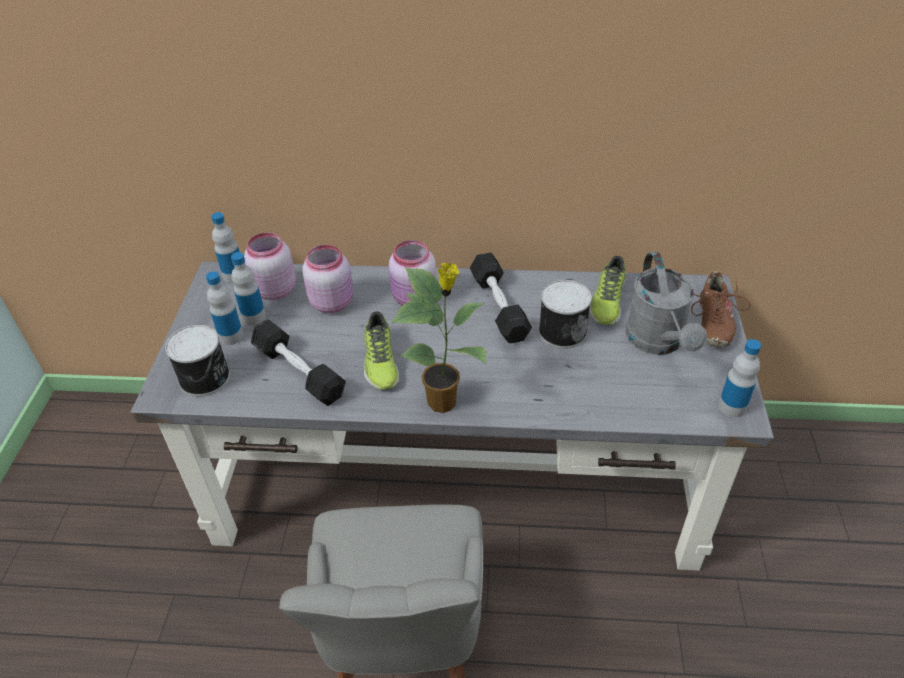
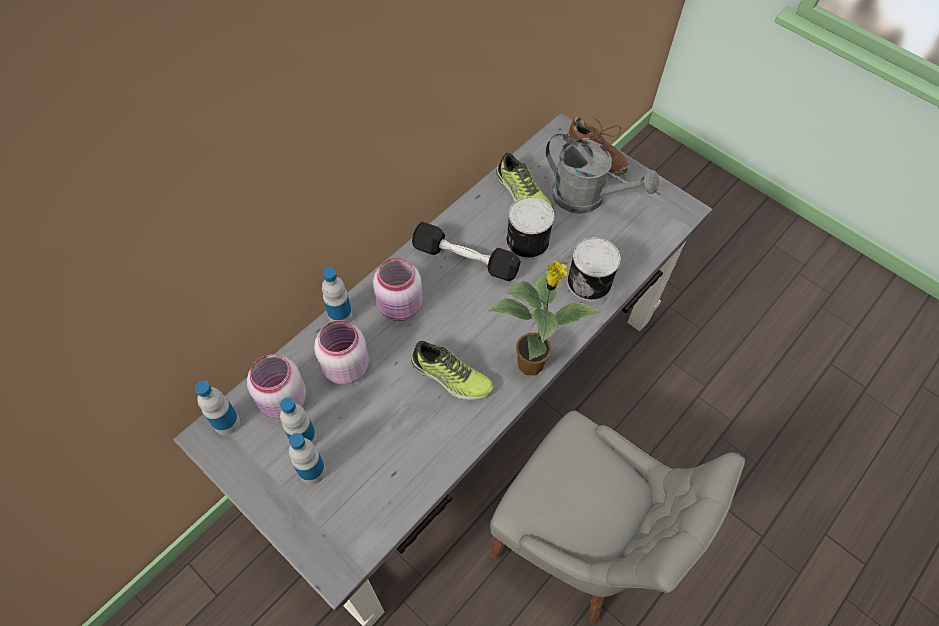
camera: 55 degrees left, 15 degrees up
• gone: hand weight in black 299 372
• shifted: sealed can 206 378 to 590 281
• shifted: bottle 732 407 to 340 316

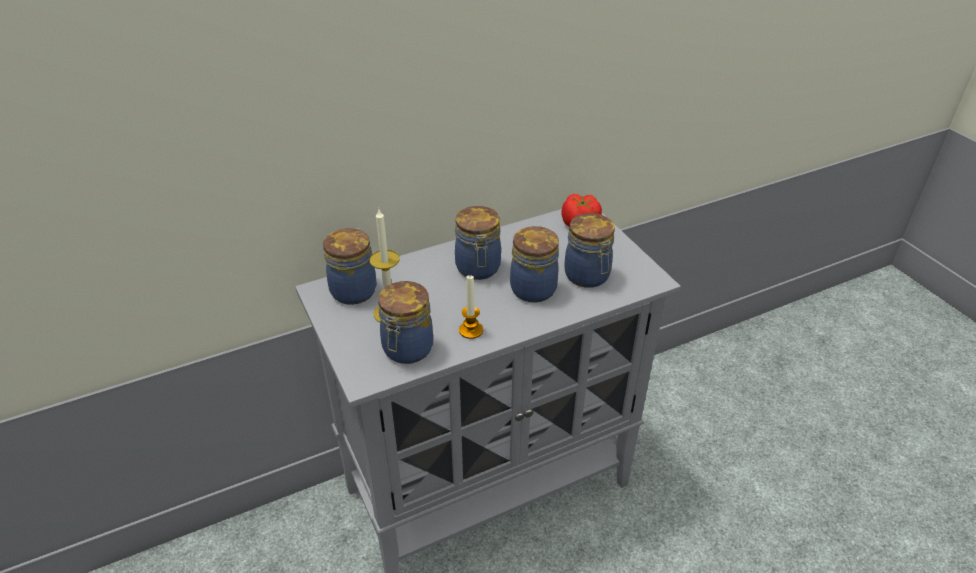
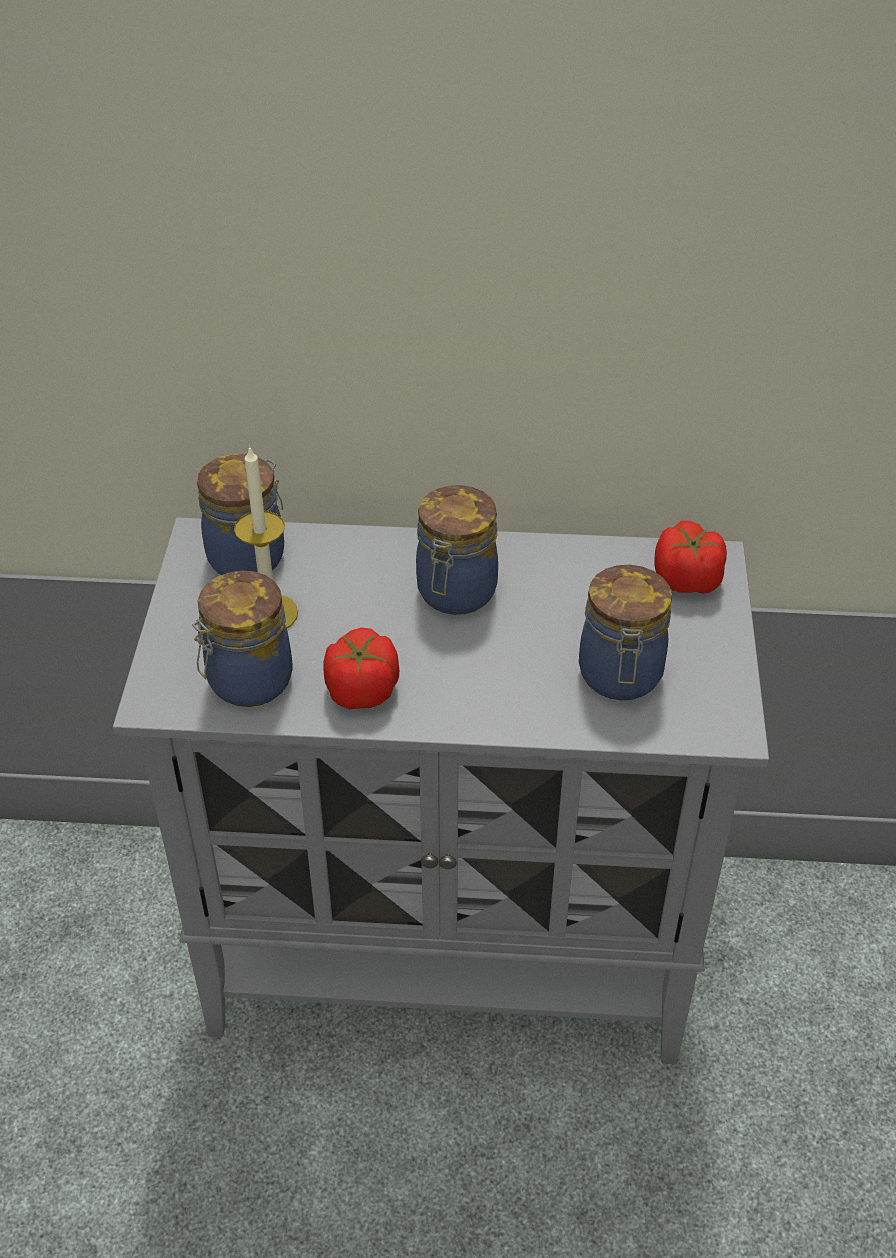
camera: 30 degrees right, 5 degrees up
• gone: storage jar 534 288
• swapped: candle 471 330 to tomato 361 691

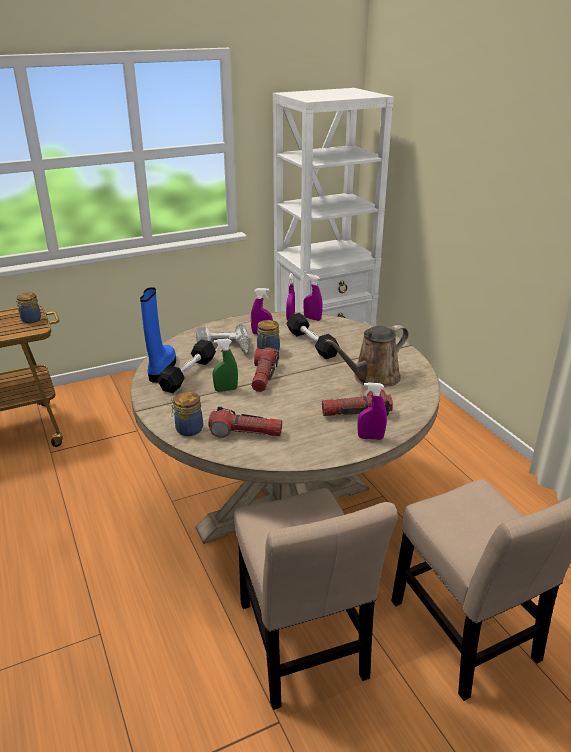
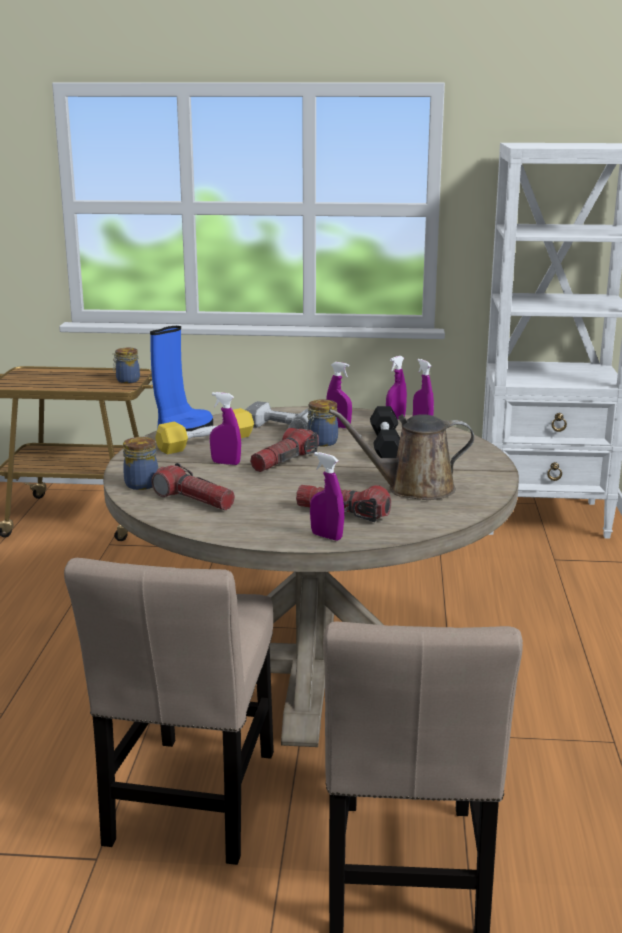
camera: 30 degrees right, 10 degrees down
• repainted: hand weight in black 188 374 to hand weight in yellowish 205 443
• repainted: sprayer in greenish 226 389 to sprayer in purple 226 463

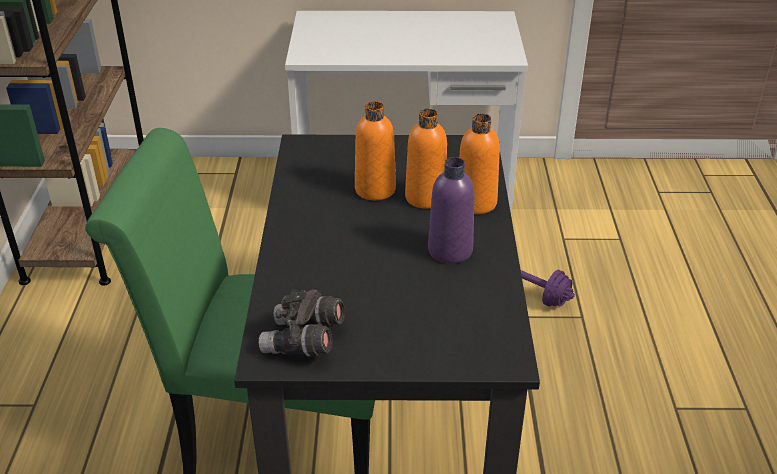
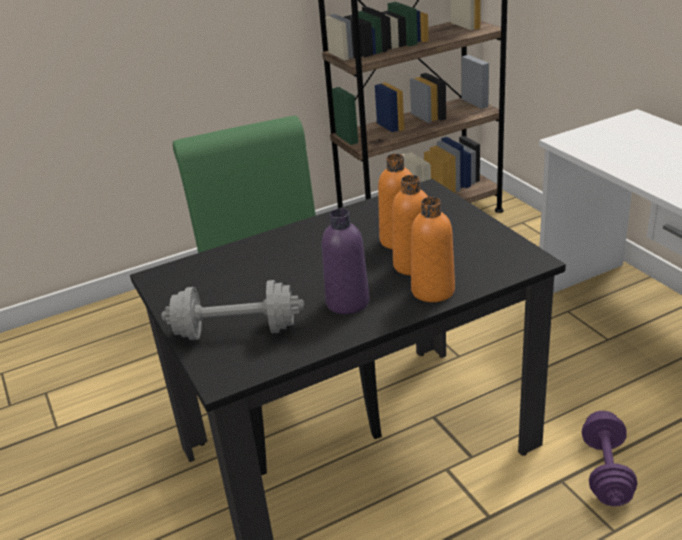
camera: 65 degrees right, 5 degrees down
• gone: field glasses in gray 304 342
• new: hand weight in gray 236 331

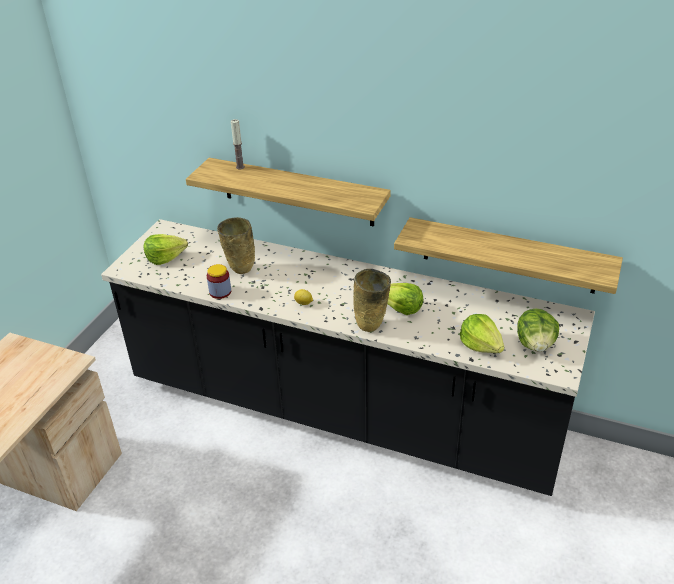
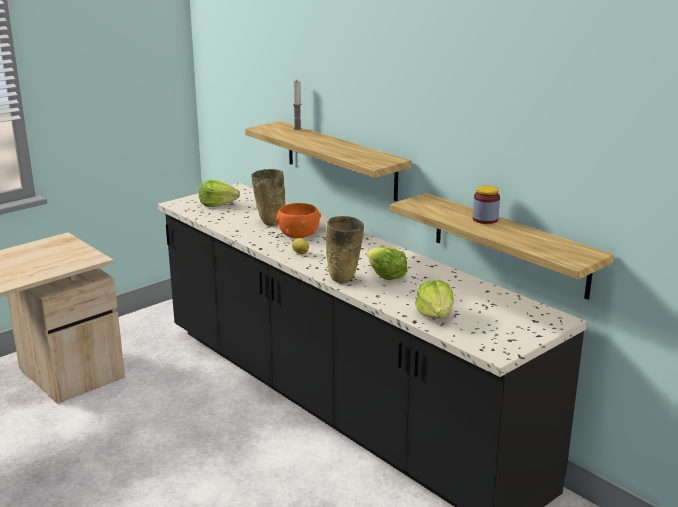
camera: 25 degrees right, 15 degrees down
• gone: head of lettuce 535 344
• new: bowl in orange-coloured 298 235
• shifted: storage jar 220 292 to 485 219

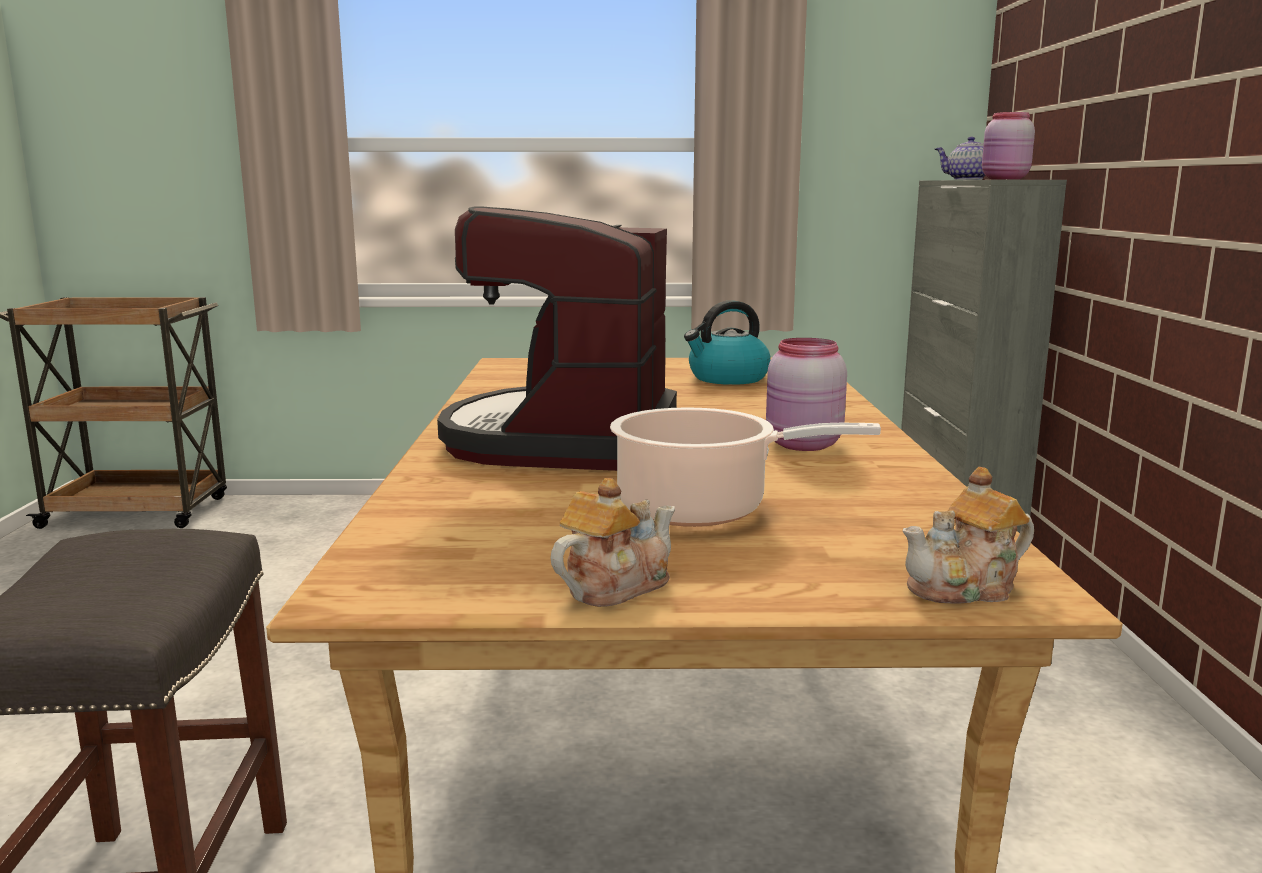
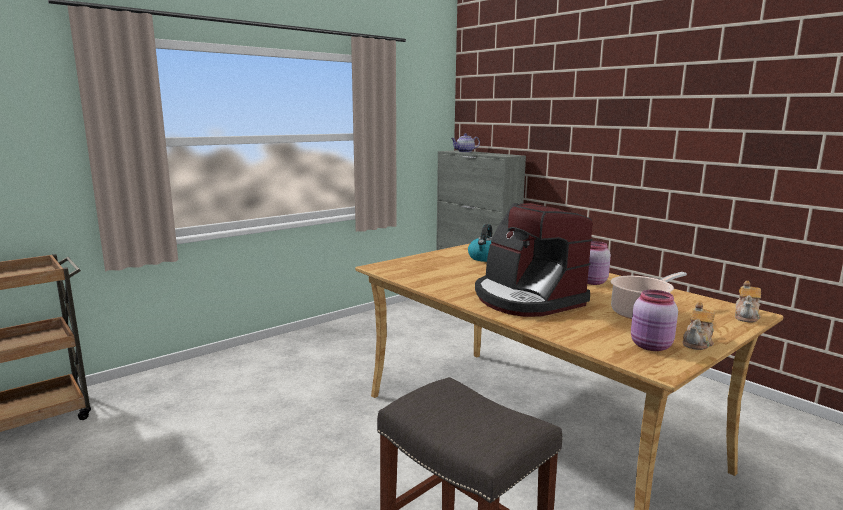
camera: 40 degrees left, 0 degrees up
• shifted: storage jar in pink-coloured 1004 179 to 651 346
• rotated: pot for tea 614 586 = 697 343 150 degrees counterclockwise

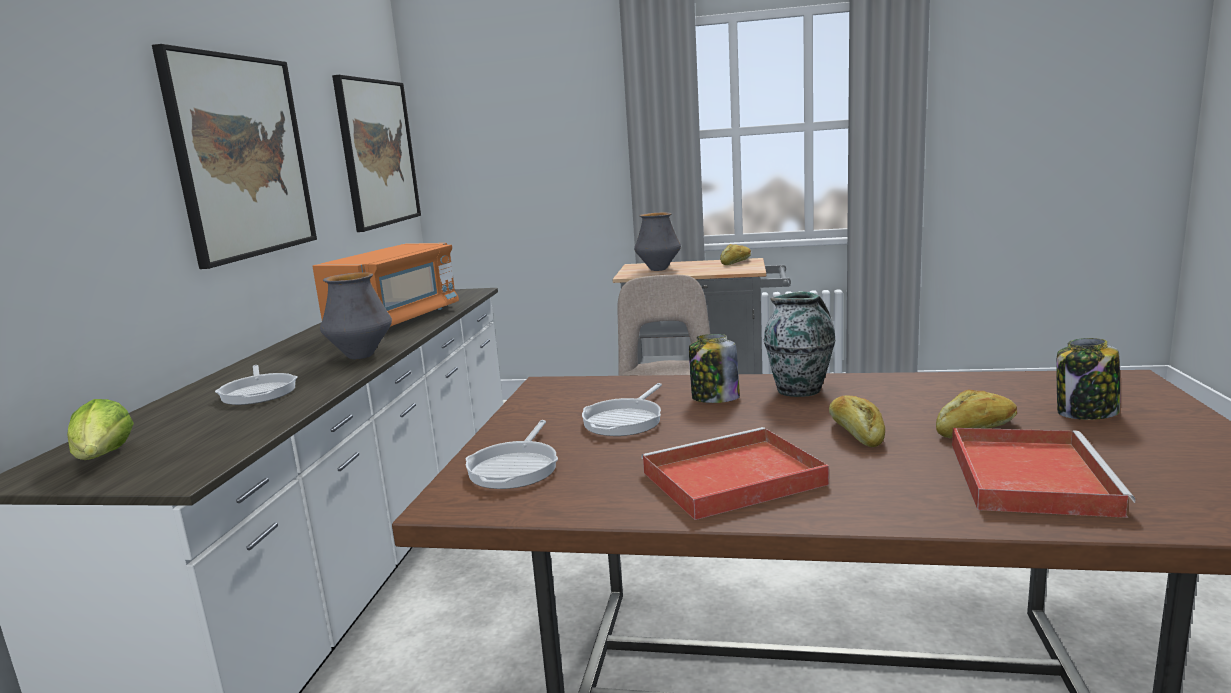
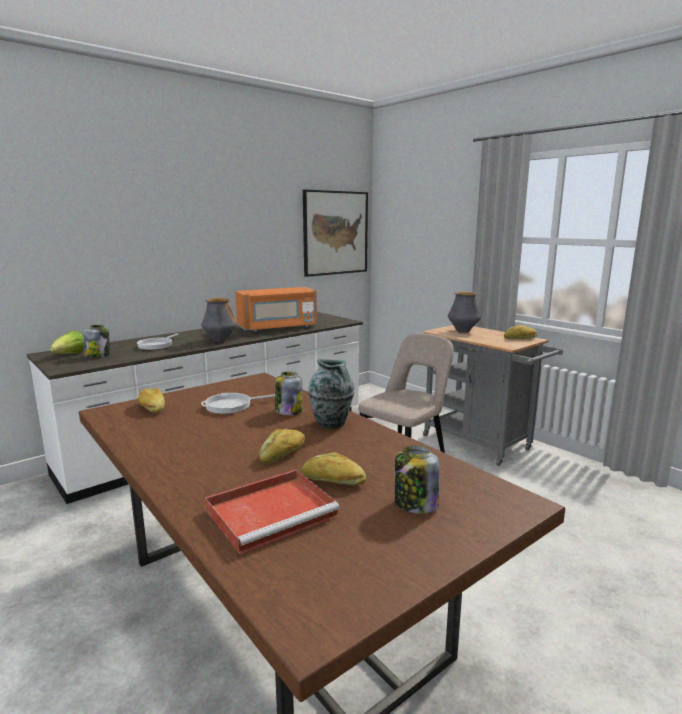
camera: 40 degrees right, 0 degrees up
• gone: picture 242 157
• gone: carrying tray in red 730 479
• new: storage jar 98 356
• swapped: skillet 515 467 to baked bread 151 408

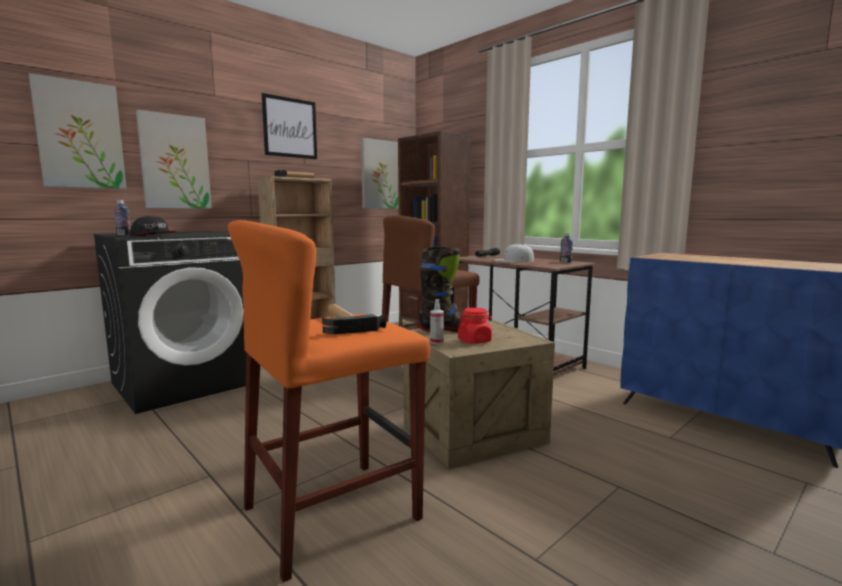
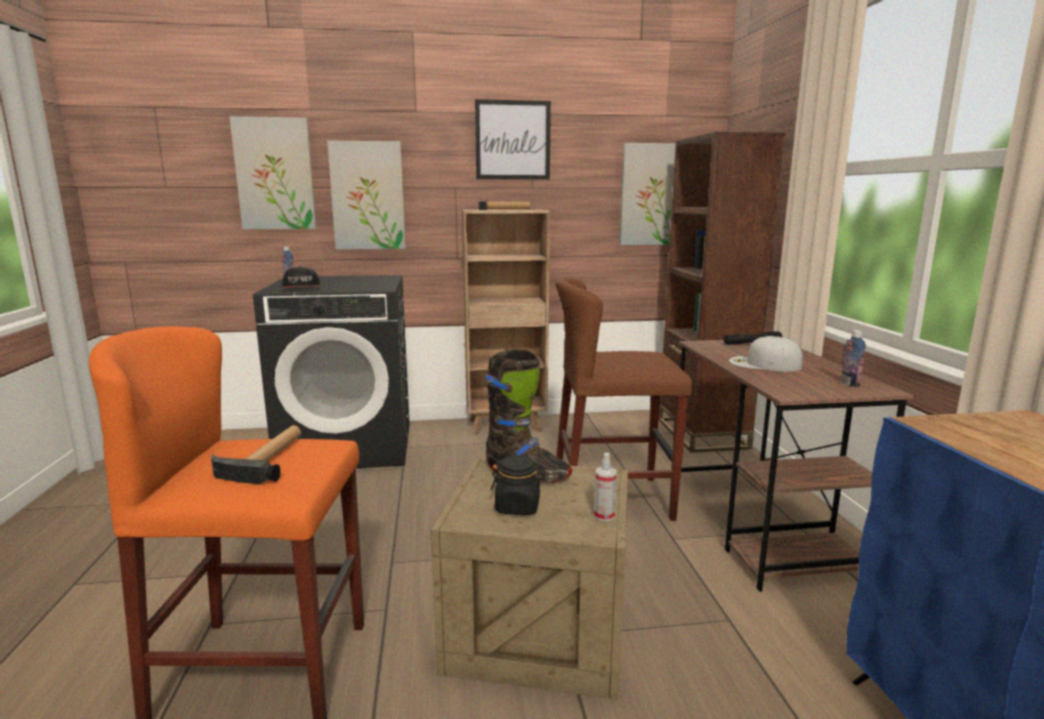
camera: 35 degrees right, 5 degrees up
• shifted: sprayer 436 342 to 604 516
• repainted: storage jar in red 474 341 to storage jar in black 518 507

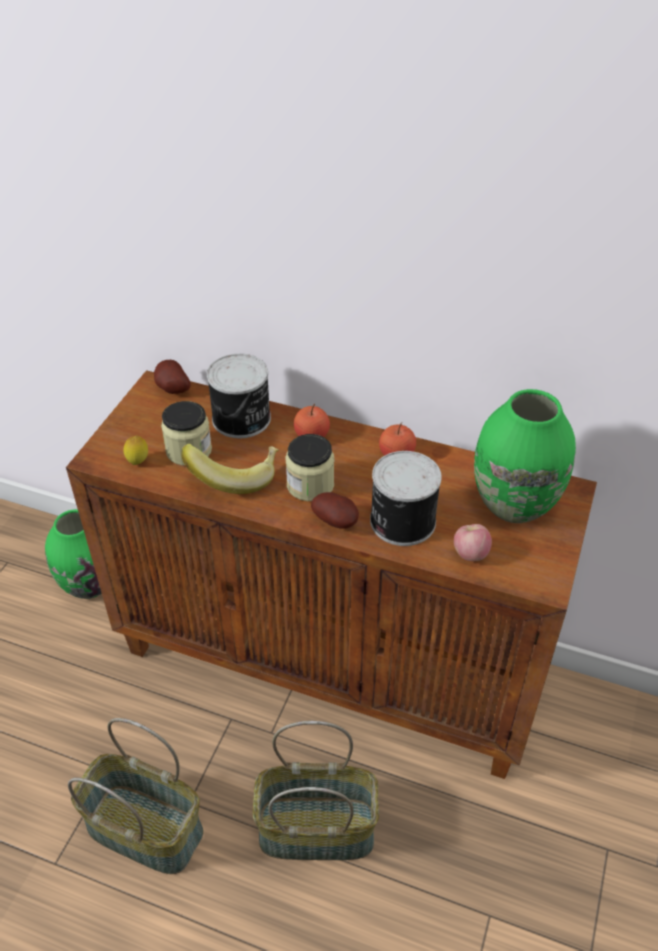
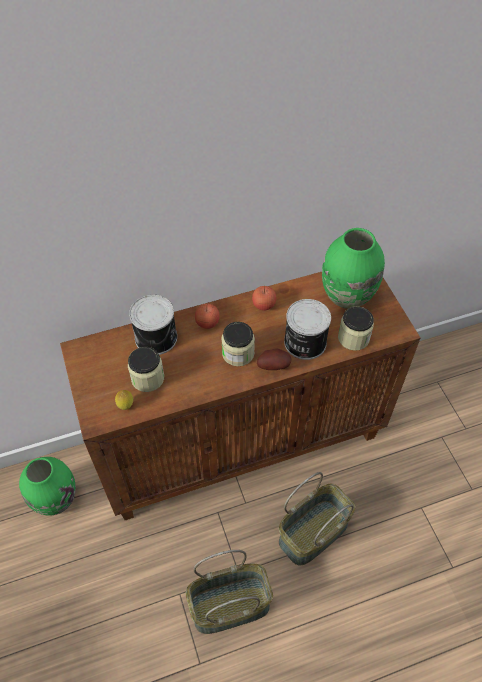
camera: 40 degrees left, 10 degrees up
• gone: whole potato 172 389
• gone: banana 235 476
• swapped: apple fruit 470 554 to storage jar 353 338

